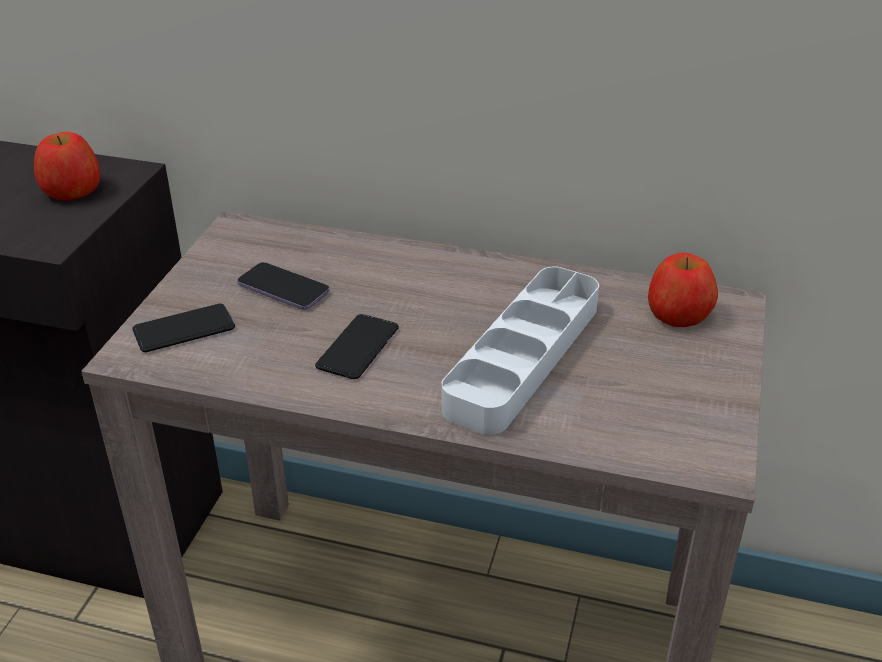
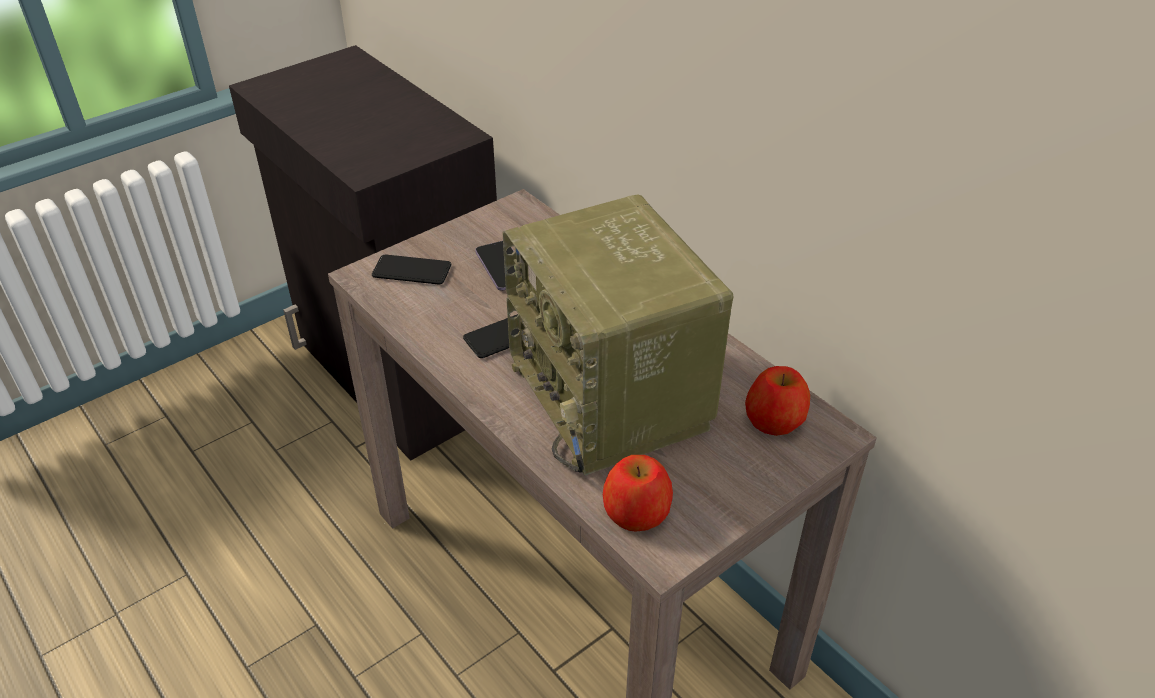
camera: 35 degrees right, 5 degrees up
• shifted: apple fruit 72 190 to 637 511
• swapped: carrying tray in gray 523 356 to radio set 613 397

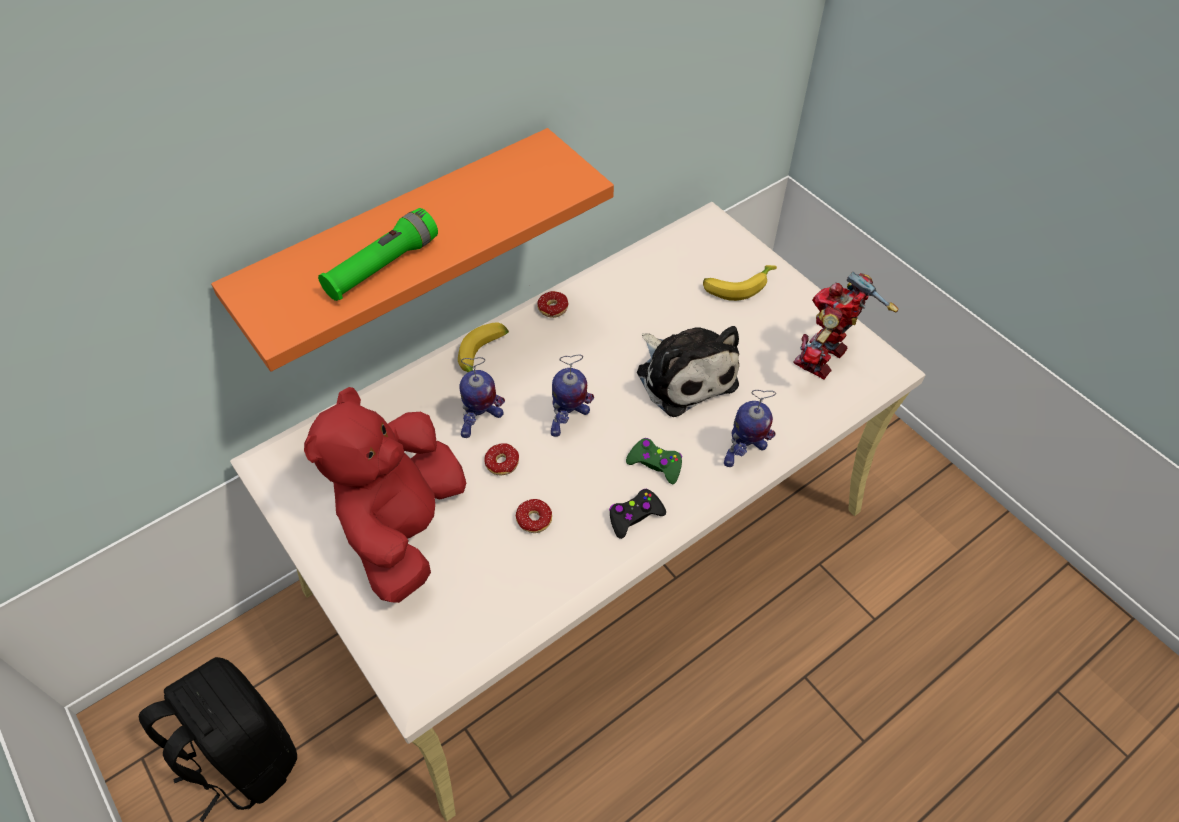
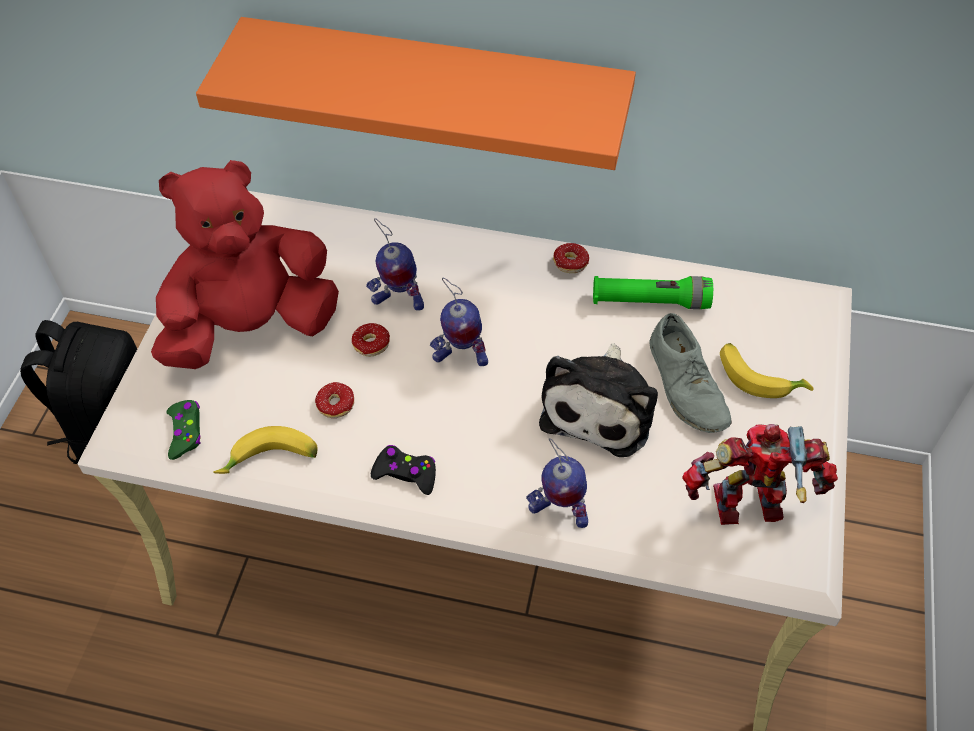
camera: 50 degrees right, 0 degrees up
• new: shoe in gray 686 385
• shifted: flashlight in greenish 382 267 to 650 301
• shifted: banana 484 357 to 270 462
• shifted: game controller in greenish 655 464 to 185 432

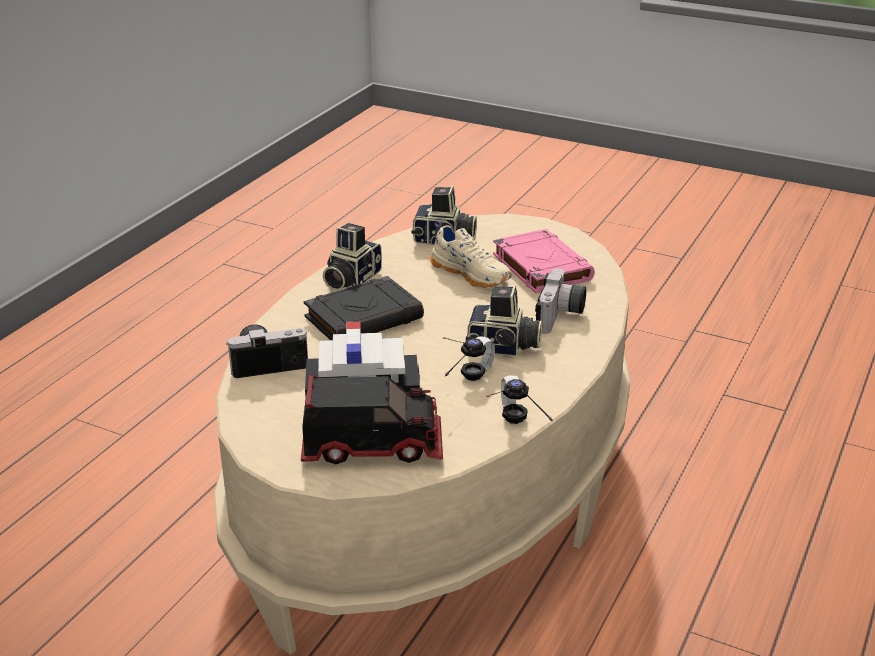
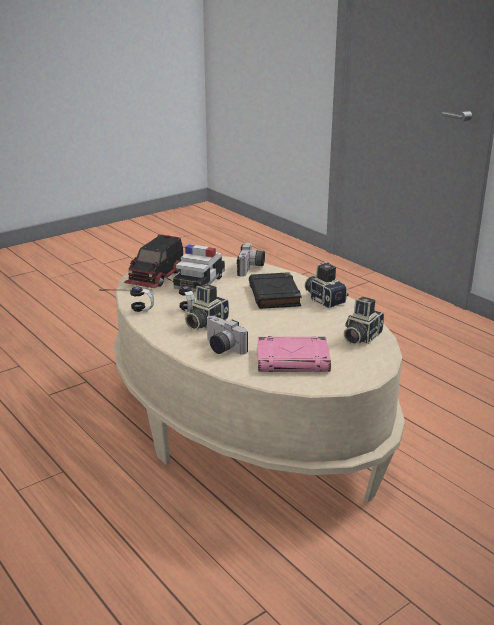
camera: 115 degrees right, 5 degrees down
• gone: shoe in beige 472 274

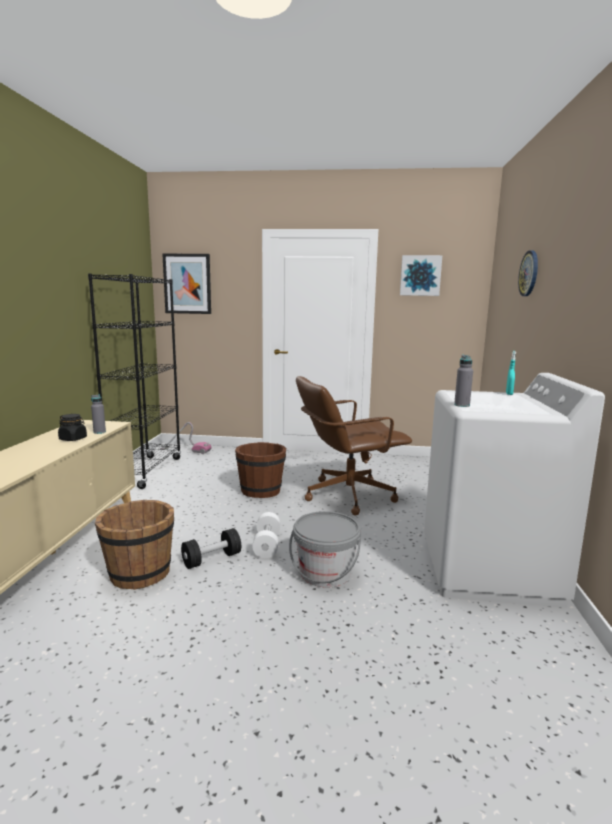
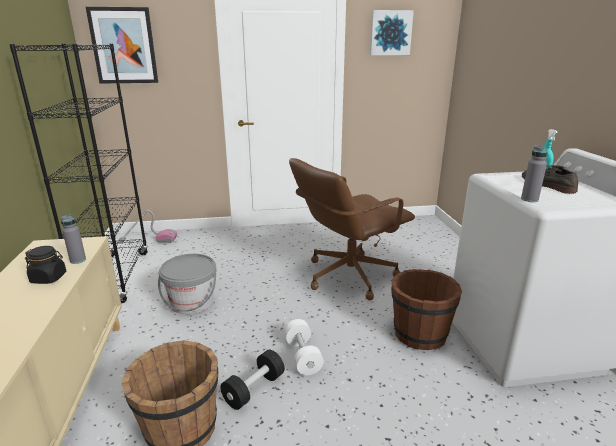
camera: 15 degrees left, 10 degrees up
• gone: hanging clock 529 273
• new: shoe in gray 546 185
• shifted: pail in brown 261 491 to 419 334
• shifted: pail in gray 325 573 to 192 302

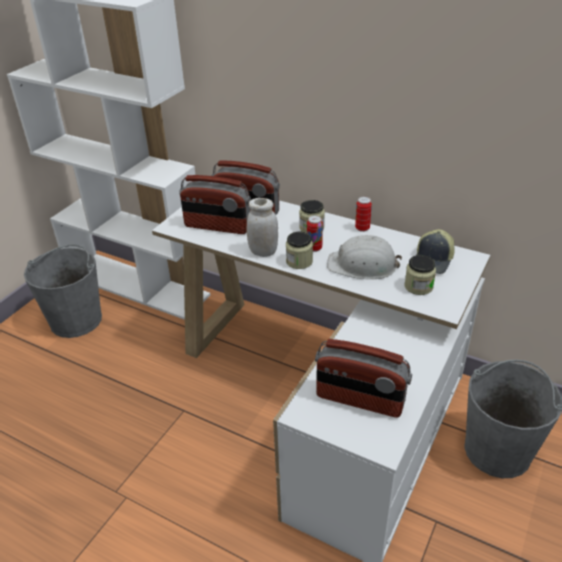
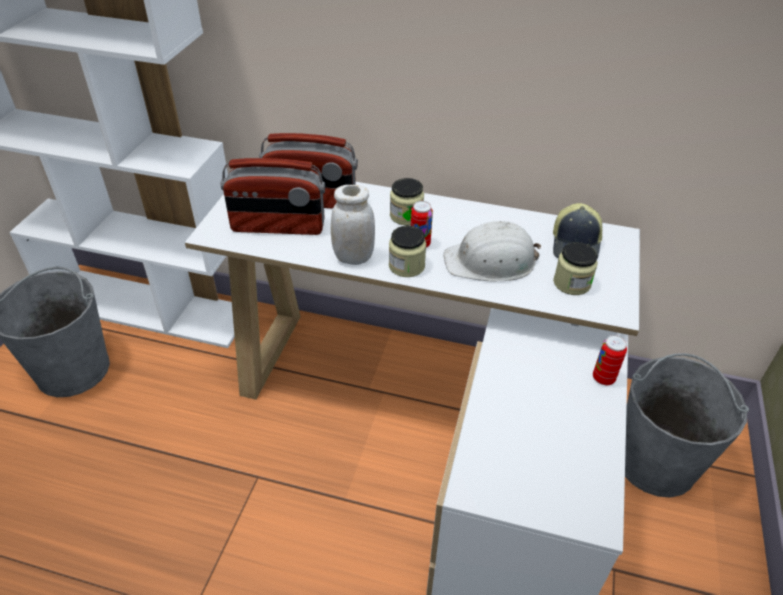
camera: 15 degrees left, 5 degrees up
• gone: radio set 359 400
• shifted: sealed can 362 228 to 603 378

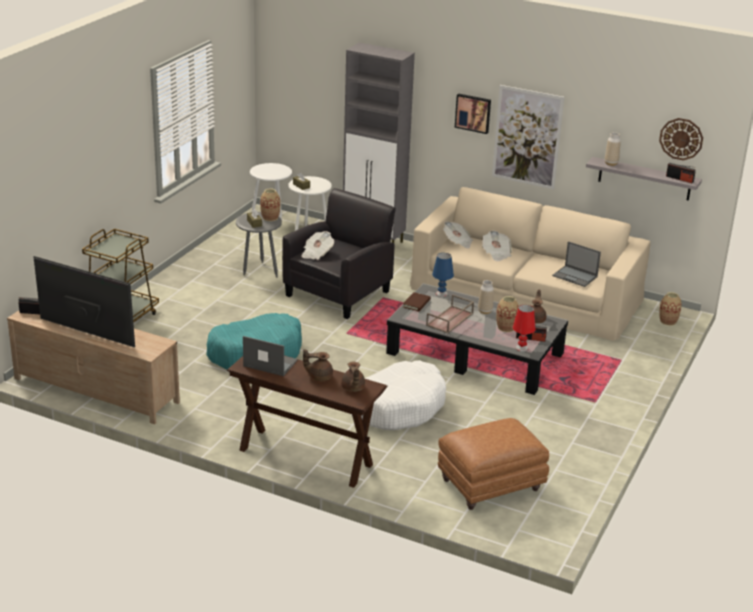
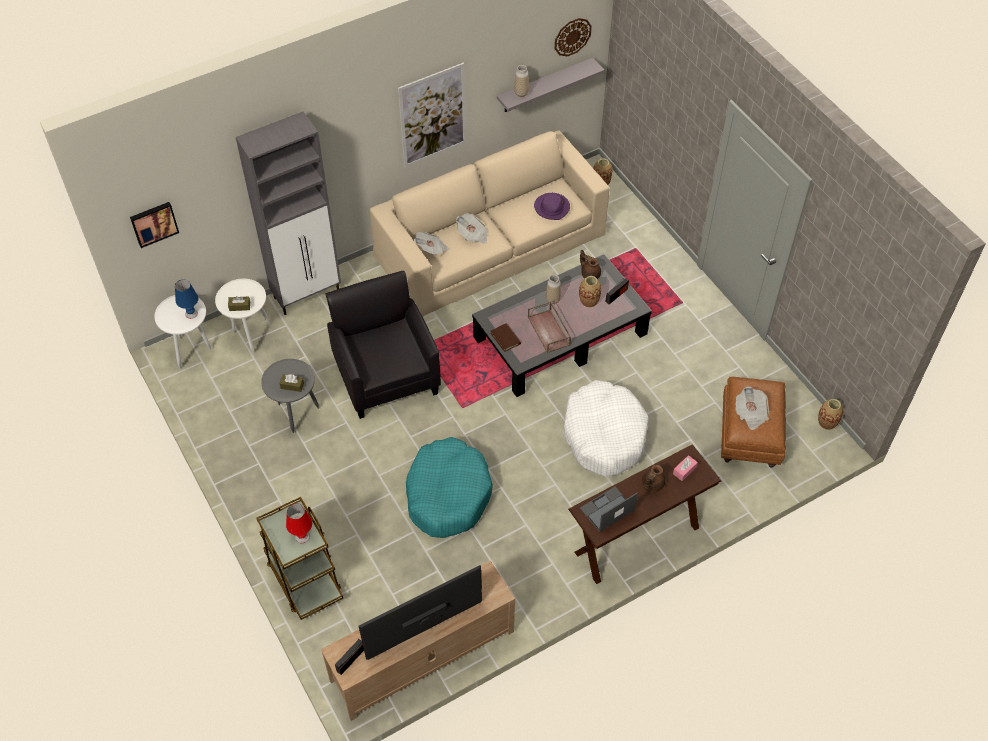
camera: 55 degrees left, 25 degrees up
• gone: radio set 679 179
• shifted: decorative vase 270 218 to 827 423
• shifted: newspaper 316 254 to 750 414
• shifted: table lamp in blue 441 294 to 191 314
• shifted: picture 473 113 to 154 223
• shifted: table lamp in red 522 348 to 302 536
• swapped: pot for tea in brown 352 388 to box of tissues in pink-coloured 684 470
• swapped: laptop 575 276 to wearable hat in purple 552 208

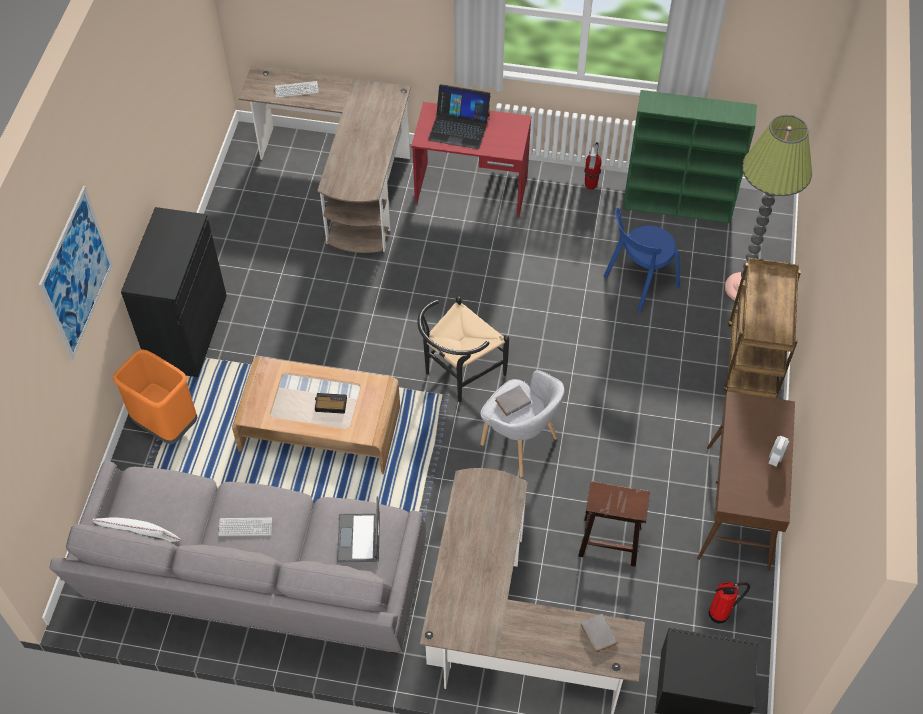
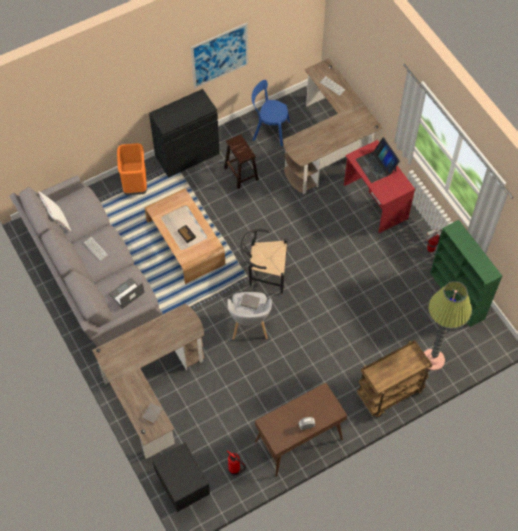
camera: 50 degrees right, 5 degrees up
• shifted: picture 76 273 to 220 55
• shifted: stool in brown 608 541 to 240 173
• shifted: upright chair in blue 638 283 to 269 130

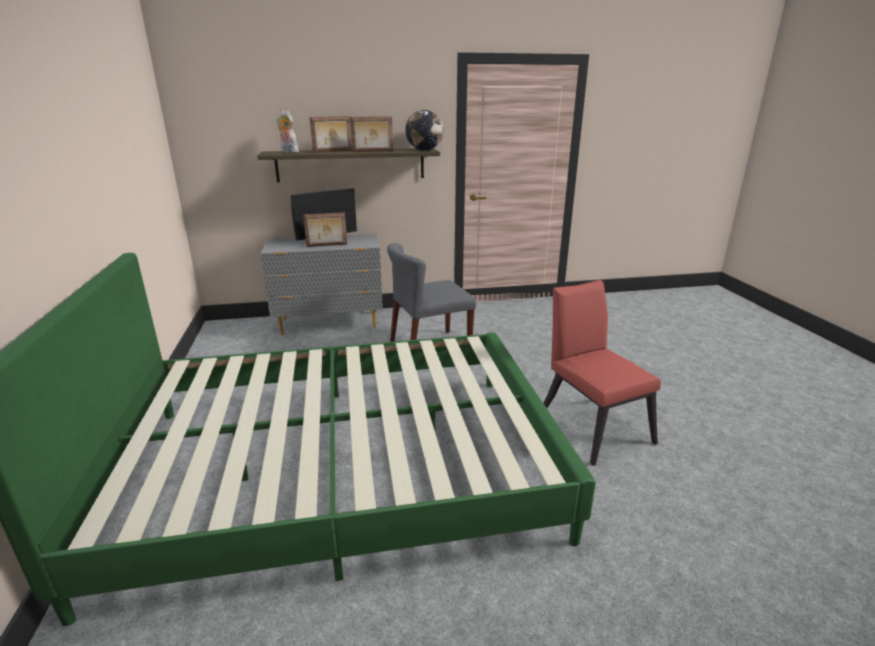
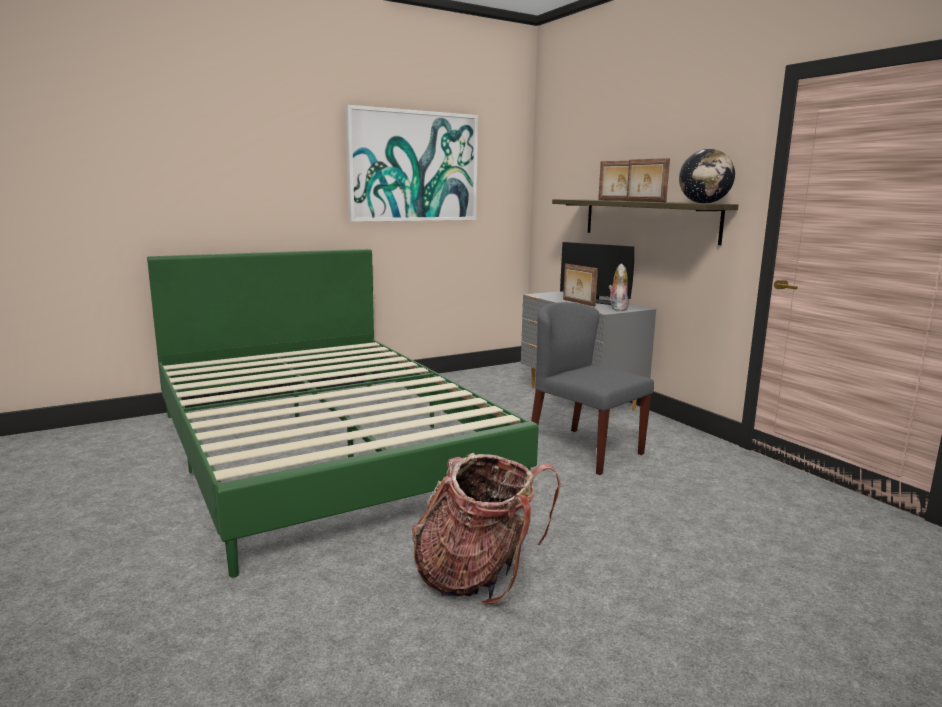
camera: 70 degrees right, 10 degrees down
• new: picture 413 166
• shifted: soft toy 288 152 to 617 308
• swapped: upright chair in red 591 424 to backpack 478 576

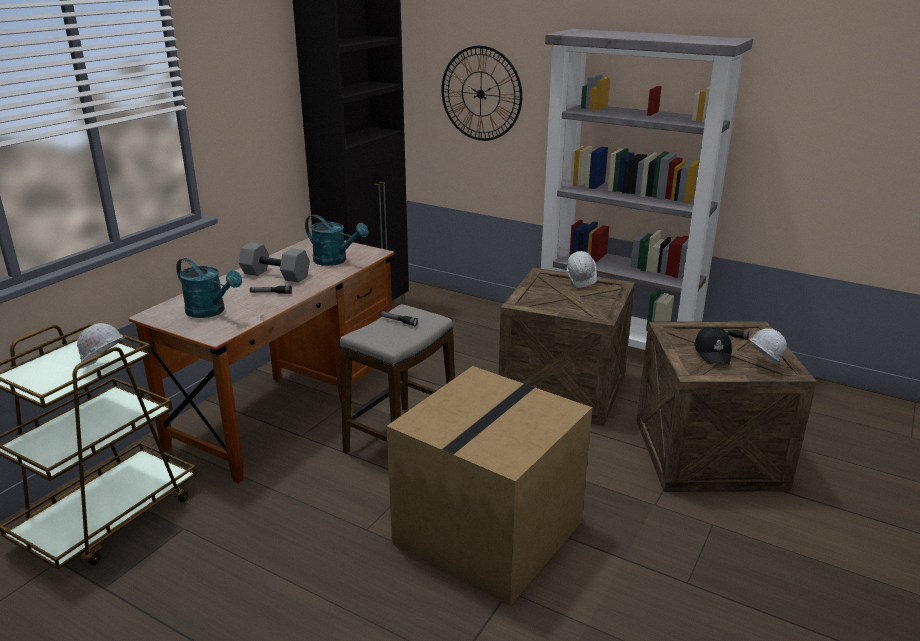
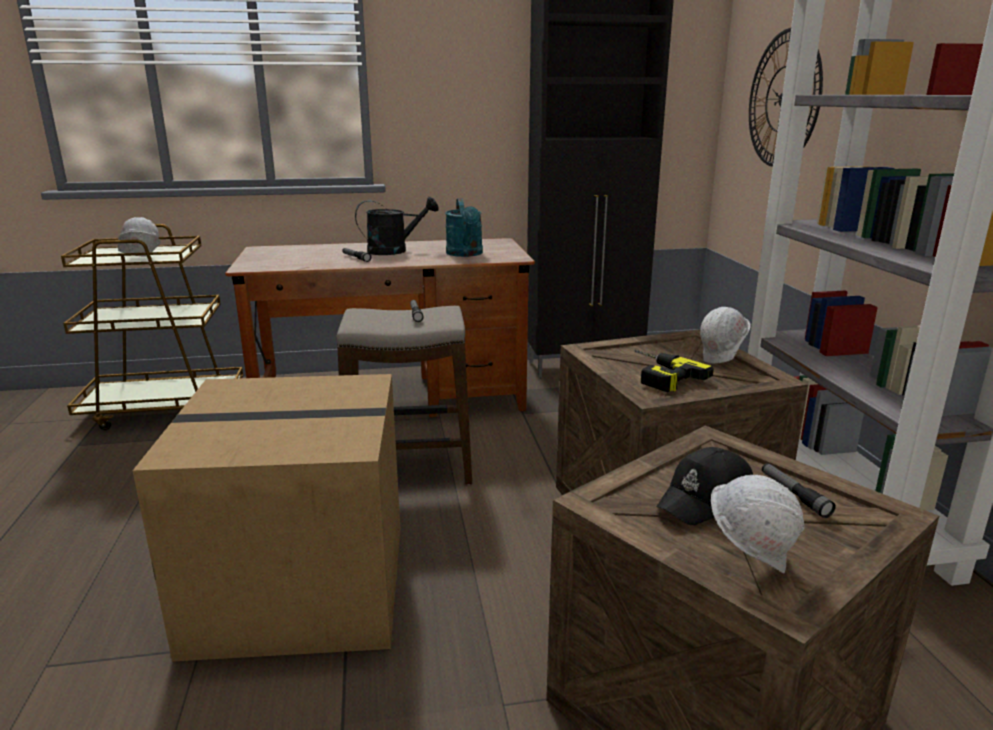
camera: 50 degrees right, 5 degrees down
• gone: sprinkling can in turquoise-coloured 211 311
• new: power drill 656 375
• swapped: hand weight in gray 274 275 to sprinkling can in black 394 250

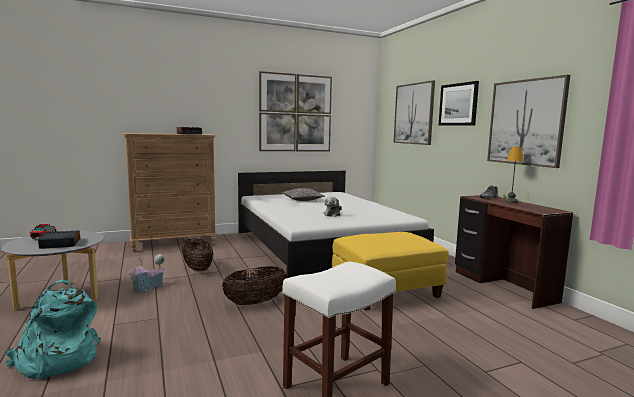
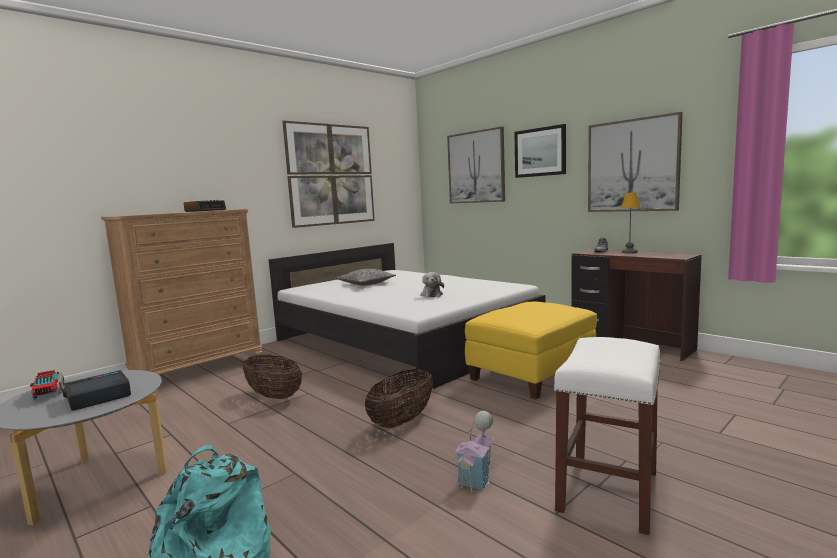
camera: 20 degrees left, 0 degrees up
• shifted: miniature house 148 287 to 478 475

